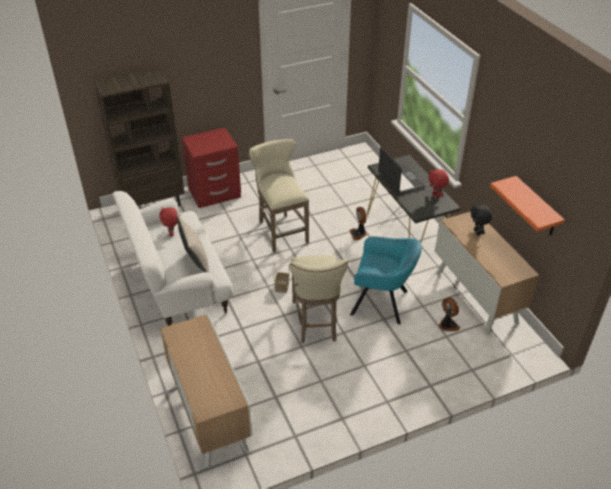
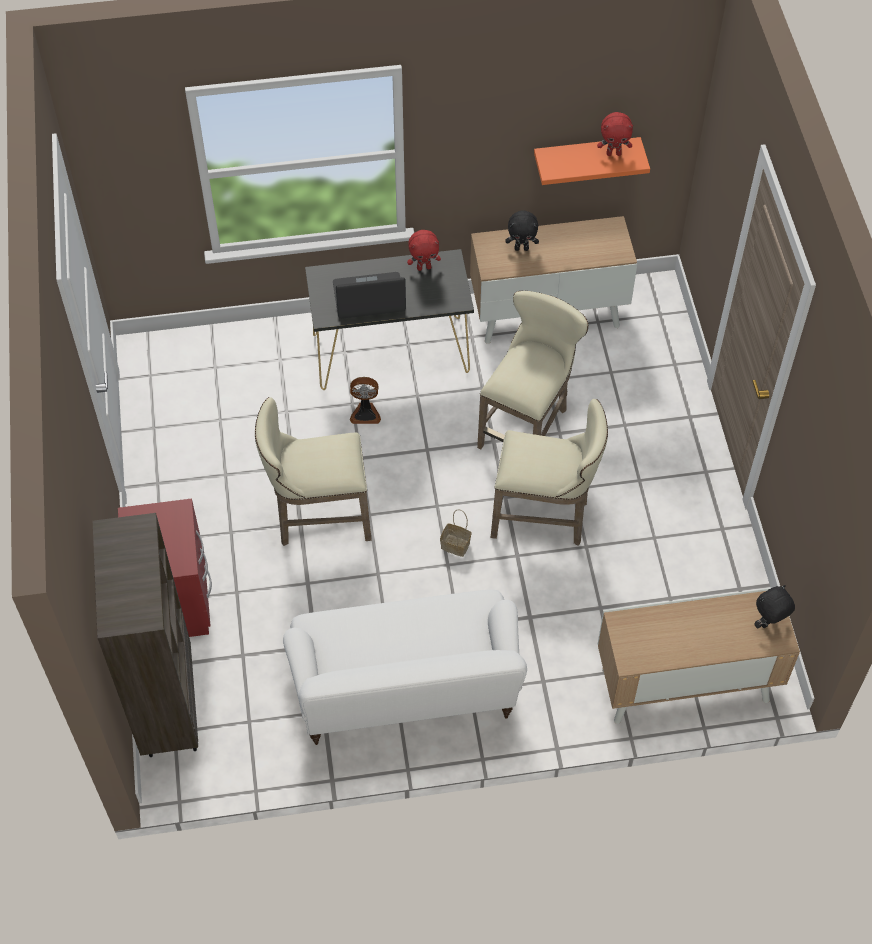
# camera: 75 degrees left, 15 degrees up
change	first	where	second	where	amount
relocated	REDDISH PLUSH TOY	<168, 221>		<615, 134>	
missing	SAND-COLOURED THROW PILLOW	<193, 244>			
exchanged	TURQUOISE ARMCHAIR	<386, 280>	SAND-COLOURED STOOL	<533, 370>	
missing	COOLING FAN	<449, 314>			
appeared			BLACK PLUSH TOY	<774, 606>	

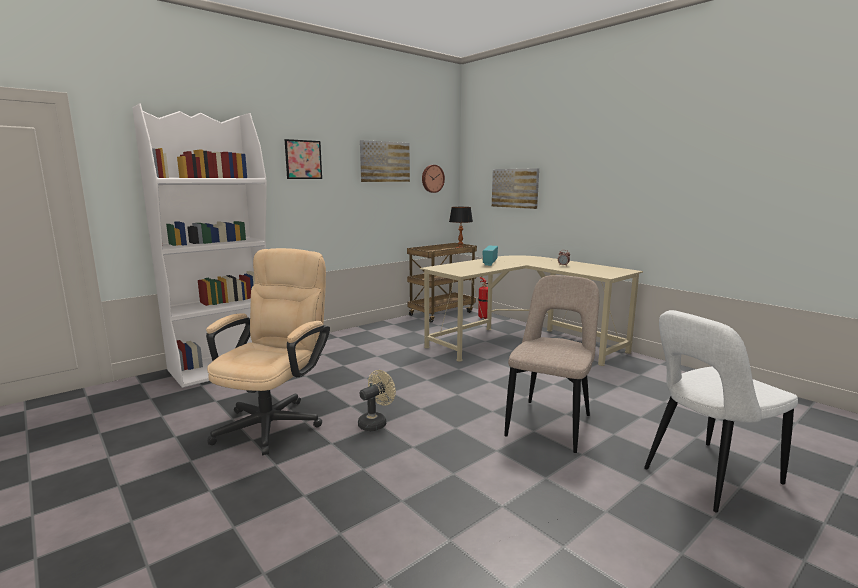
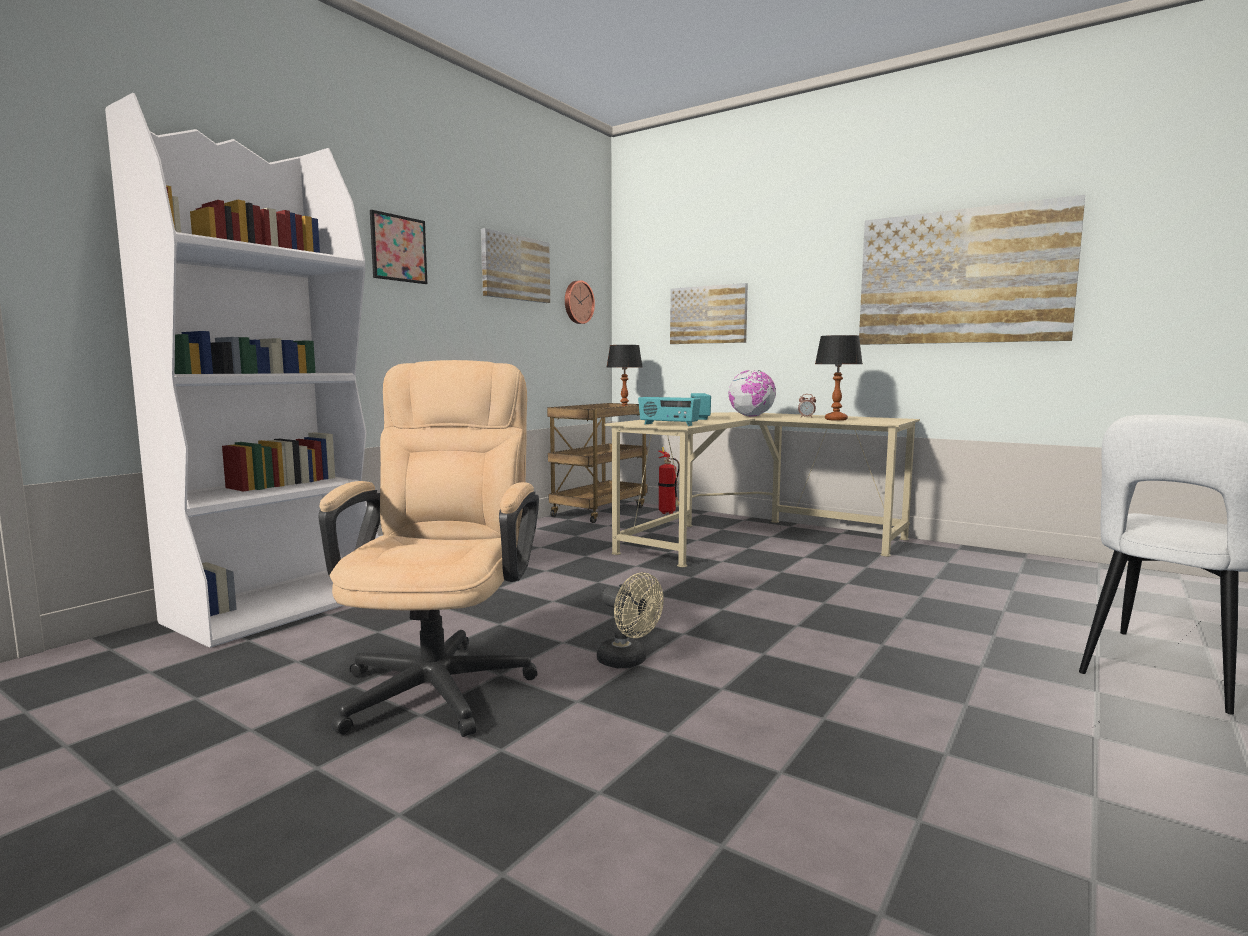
# camera: 15 degrees left, 5 degrees down
change	first	where	second	where	amount
missing	SAND-COLOURED CHAIR	<552, 364>			
spun	SAND-COLOURED COOLING FAN	<377, 400>		<630, 620>	105 degrees clockwise
appeared			PICTURE	<972, 270>	
appeared			LAMP FOR A TABLE	<838, 378>	
appeared			WORLD GLOBE	<752, 393>	
appeared			RADIO SET	<669, 411>	

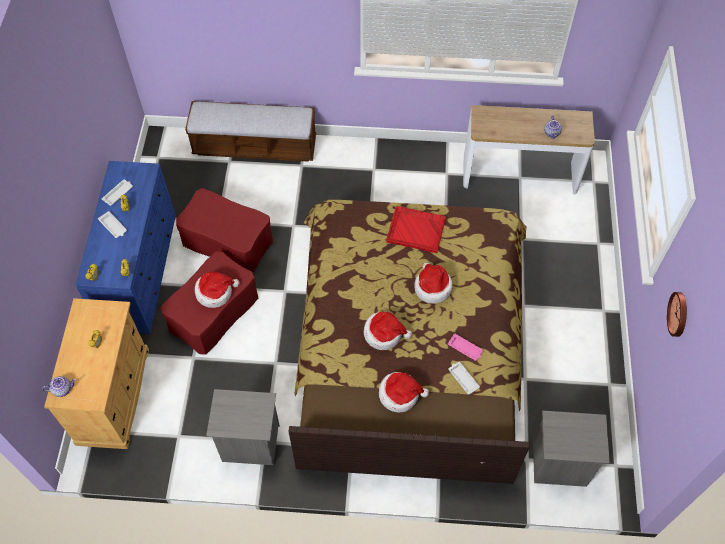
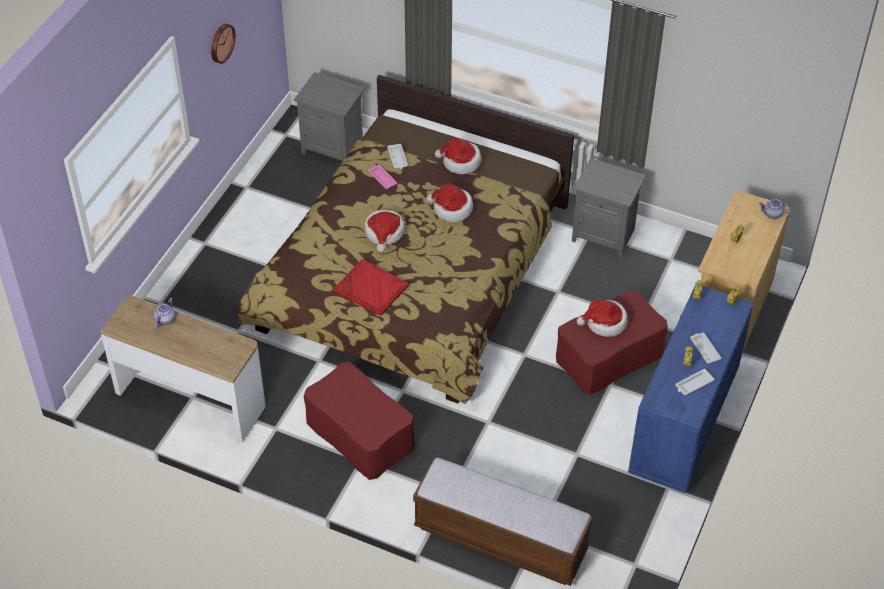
# camera: 160 degrees left, 10 degrees down
change	first	where	second	where	amount
relocated	REDDISH FOOTREST	<224, 230>		<359, 421>	

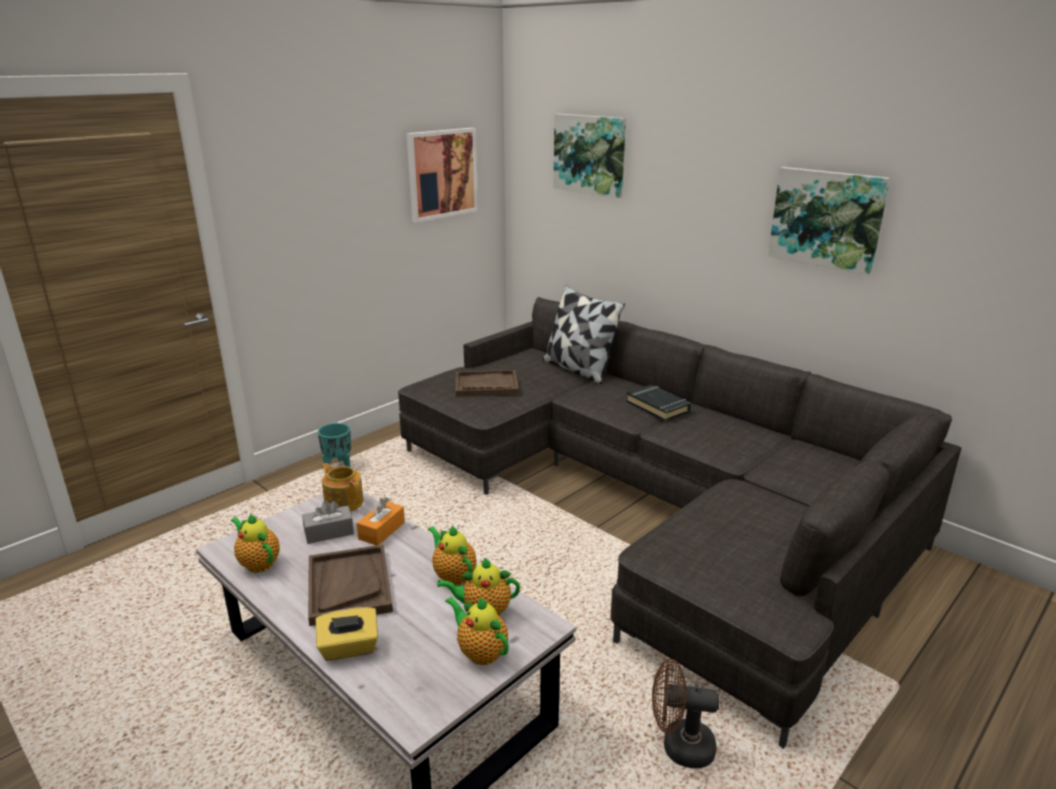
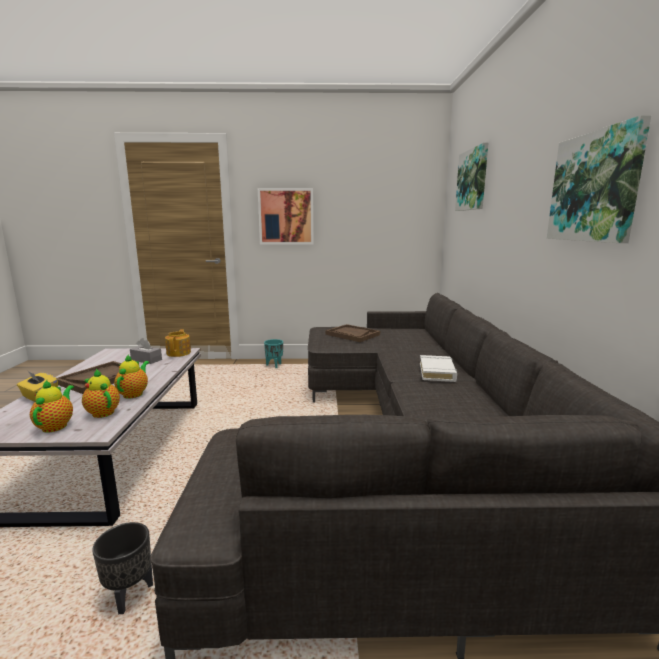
# camera: 45 degrees right, 10 degrees down
change	first	where	second	where	amount
relocated	PICTURE	<442, 175>		<286, 216>	
missing	THROW PILLOW	<584, 334>			
colour	BLACK BOOK	<658, 402>	WHITE BOOK	<438, 368>	
missing	ORANGE-COLOURED BOX OF TISSUES	<381, 521>			
missing	TEAPOT	<255, 543>			
exchanged	BROWN-COLOURED COOLING FAN	<685, 713>	BLACK PLANTER	<122, 568>	

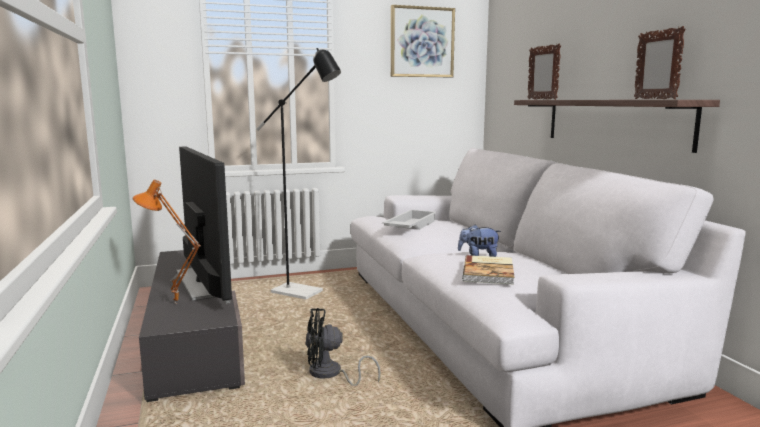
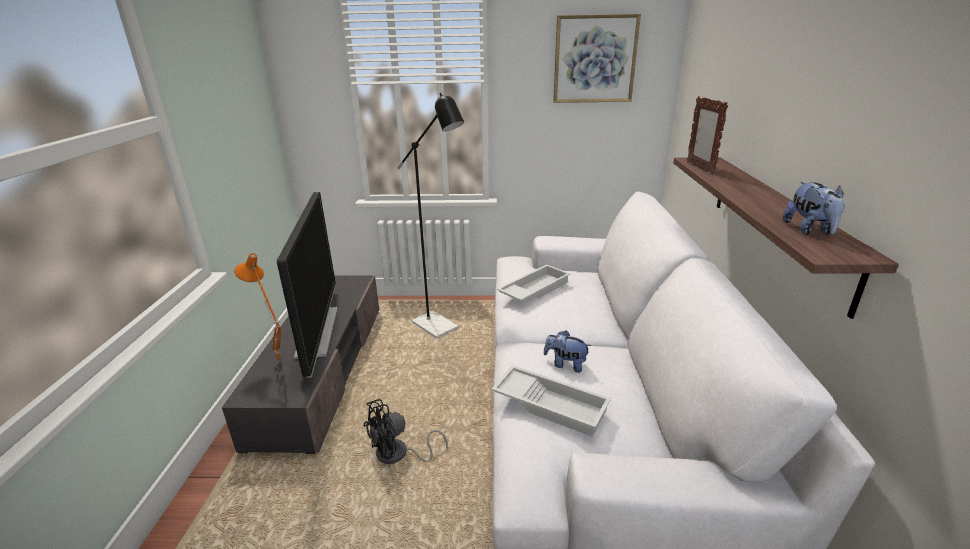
# camera: 20 degrees right, 15 degrees up
change	first	where	second	where	amount
exchanged	STANDING FRAME	<660, 62>	PLUSH TOY	<814, 208>	
exchanged	BOOK	<488, 270>	WHITE CARRYING TRAY	<551, 401>	
spun	BLACK COOLING FAN	<343, 347>		<406, 431>	45 degrees counterclockwise

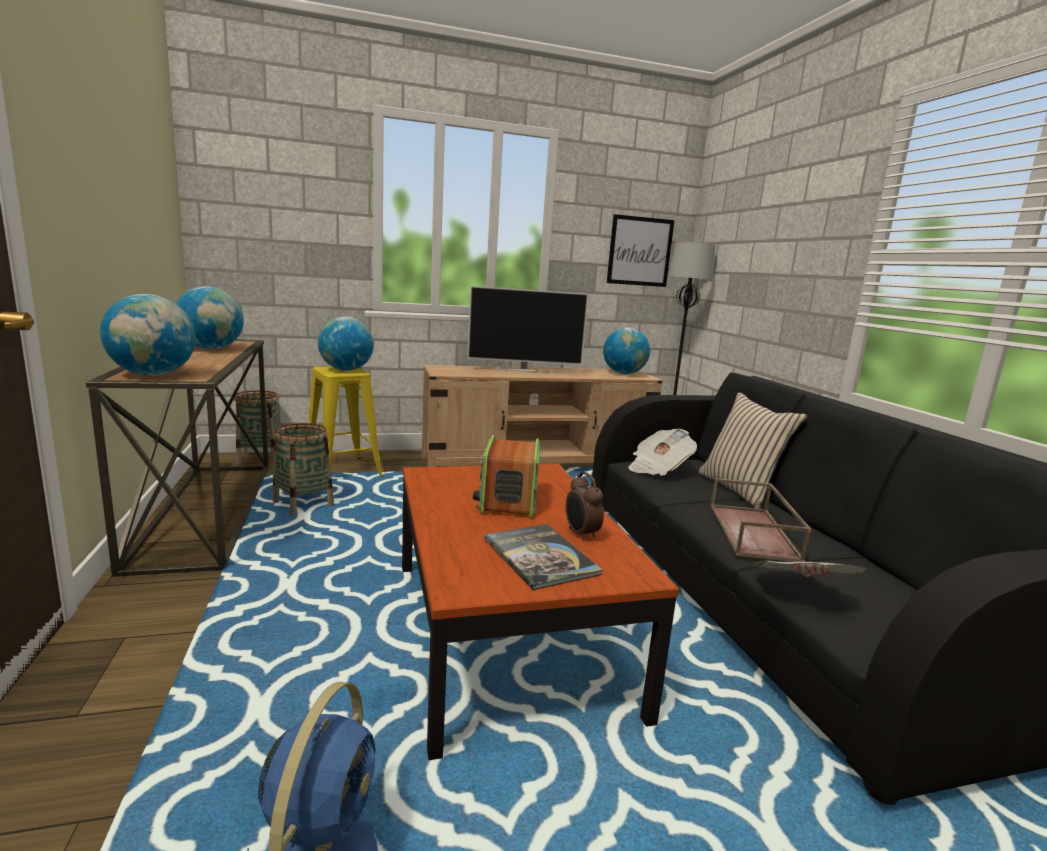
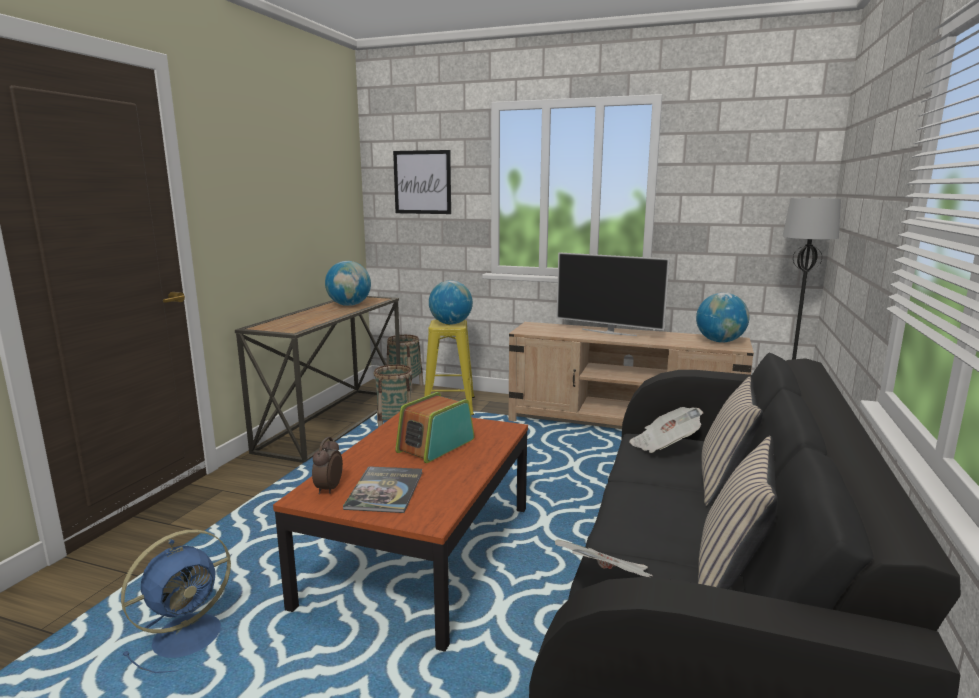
# camera: 35 degrees right, 0 degrees up
change	first	where	second	where	amount
relocated	PICTURE	<640, 250>		<422, 182>	
missing	WORLD GLOBE	<148, 335>			
relocated	BEDSIDE CLOCK	<585, 506>		<327, 465>	
missing	BROWN-COLOURED CARRYING TRAY	<761, 520>			
appeared			SAND-COLOURED THROW PILLOW	<738, 512>	

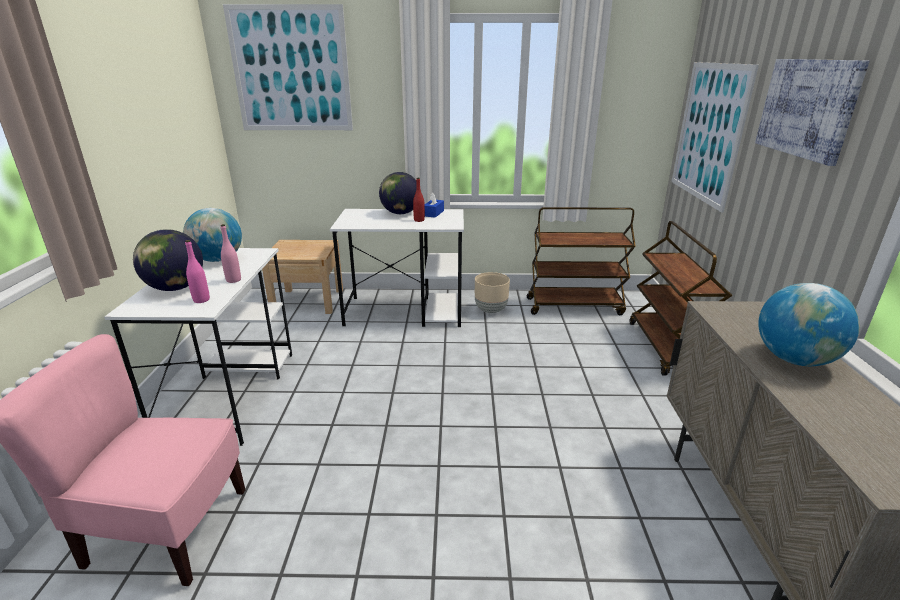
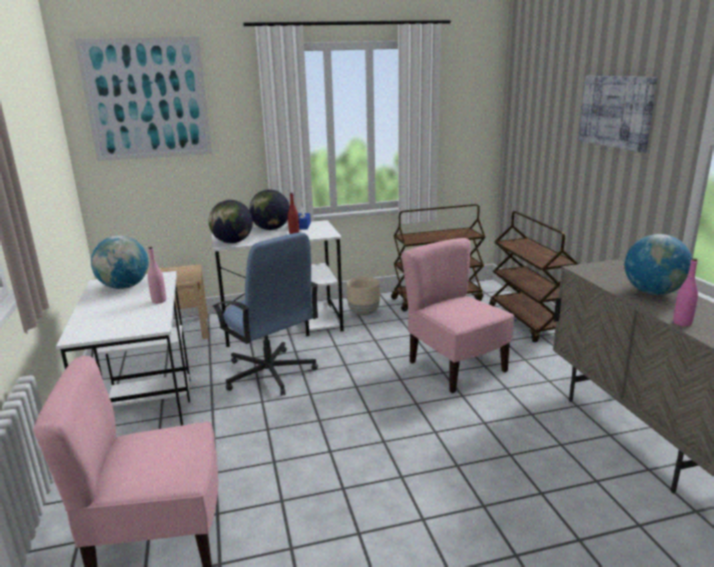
# camera: 15 degrees left, 5 degrees down
change	first	where	second	where	amount
missing	PICTURE	<715, 137>			
relocated	WORLD GLOBE	<168, 260>		<231, 221>	
relocated	PINK-COLOURED BEVERAGE BOTTLE	<197, 271>		<685, 292>	
appeared			BLUE-COLOURED COMPUTER CHAIR	<265, 313>	
appeared			PINK-COLOURED CHAIR	<458, 315>	

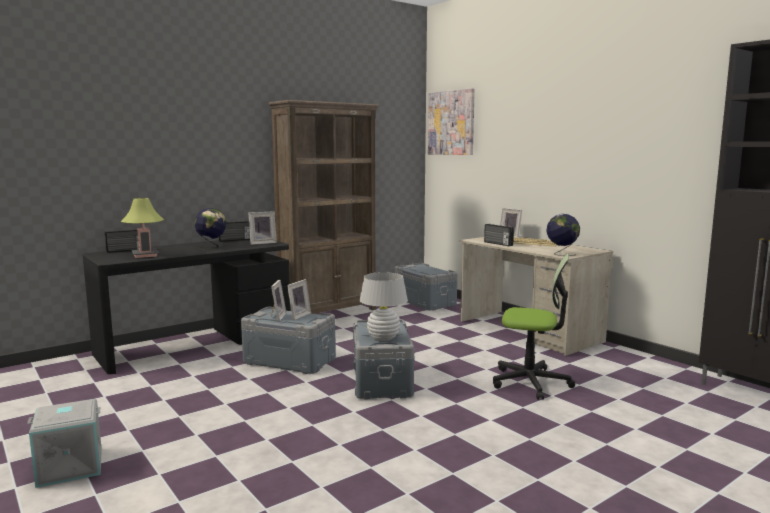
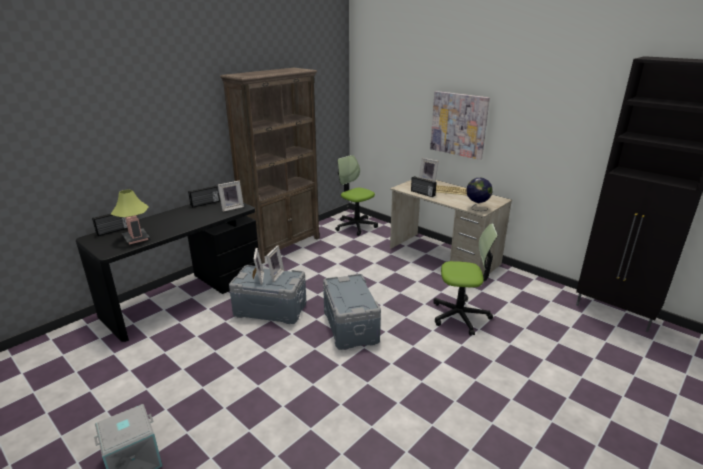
# camera: 10 degrees left, 15 degrees up
change	first	where	second	where	amount
relocated	PICTURE	<451, 121>		<460, 125>	
missing	WORLD GLOBE	<210, 228>			
exchanged	GREY STORAGE BOX	<426, 287>	COMPUTER CHAIR	<356, 195>	
missing	WHITE LAMP FOR A TABLE	<383, 306>			

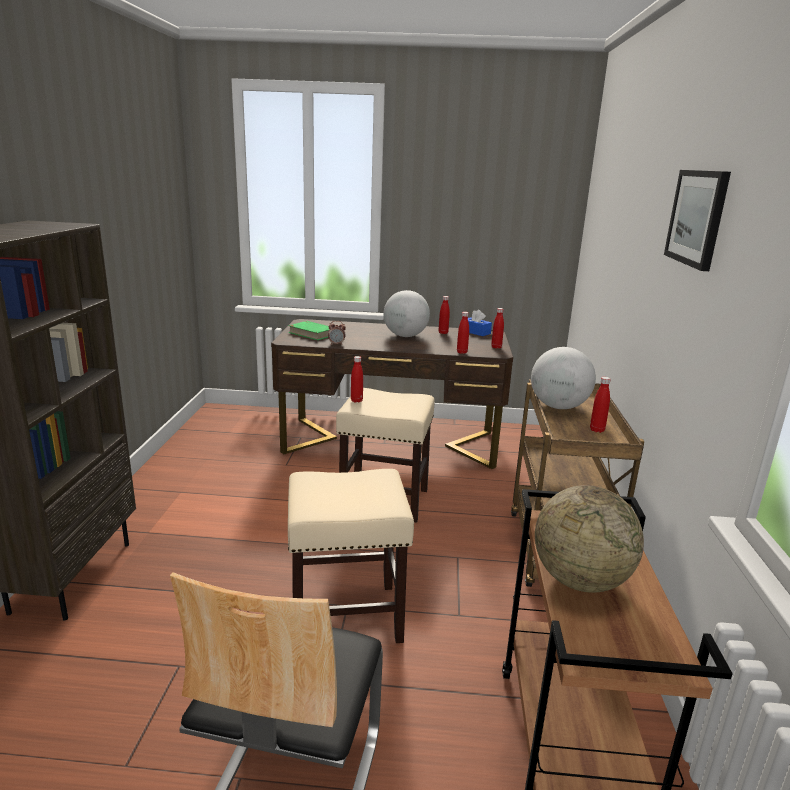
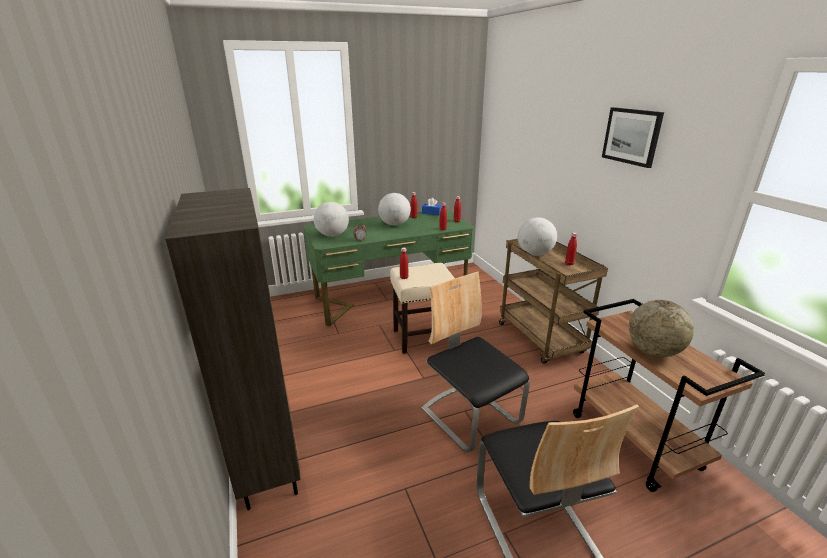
# camera: 25 degrees left, 5 degrees up
change	first	where	second	where	amount
colour	BROWN-COLOURED DESK TABLE	<392, 394>	GREEN DESK TABLE	<389, 267>	
exchanged	GREEN BOOK	<309, 330>	WORLD GLOBE	<331, 219>	
exchanged	SAND-COLOURED STOOL	<351, 556>	CHAIR	<476, 362>	

